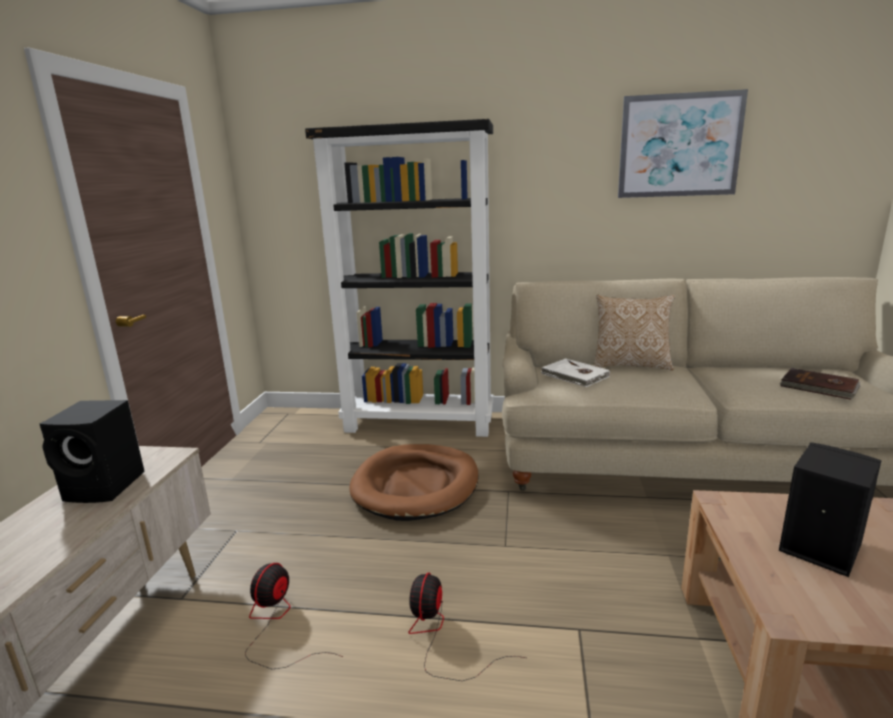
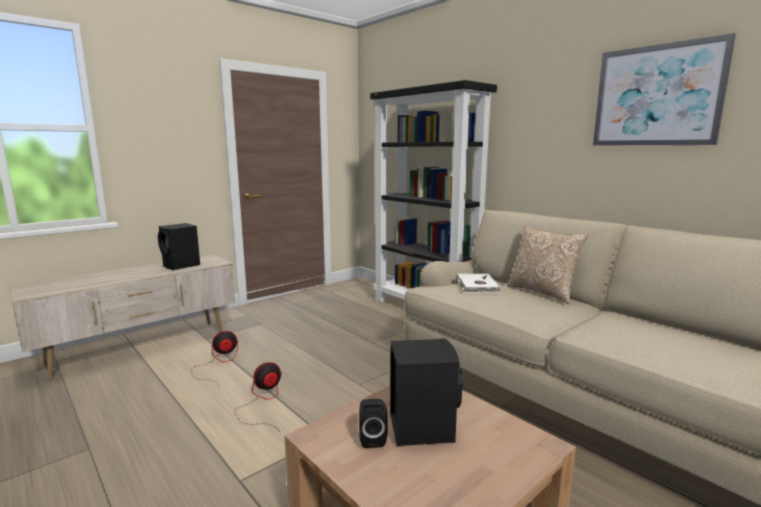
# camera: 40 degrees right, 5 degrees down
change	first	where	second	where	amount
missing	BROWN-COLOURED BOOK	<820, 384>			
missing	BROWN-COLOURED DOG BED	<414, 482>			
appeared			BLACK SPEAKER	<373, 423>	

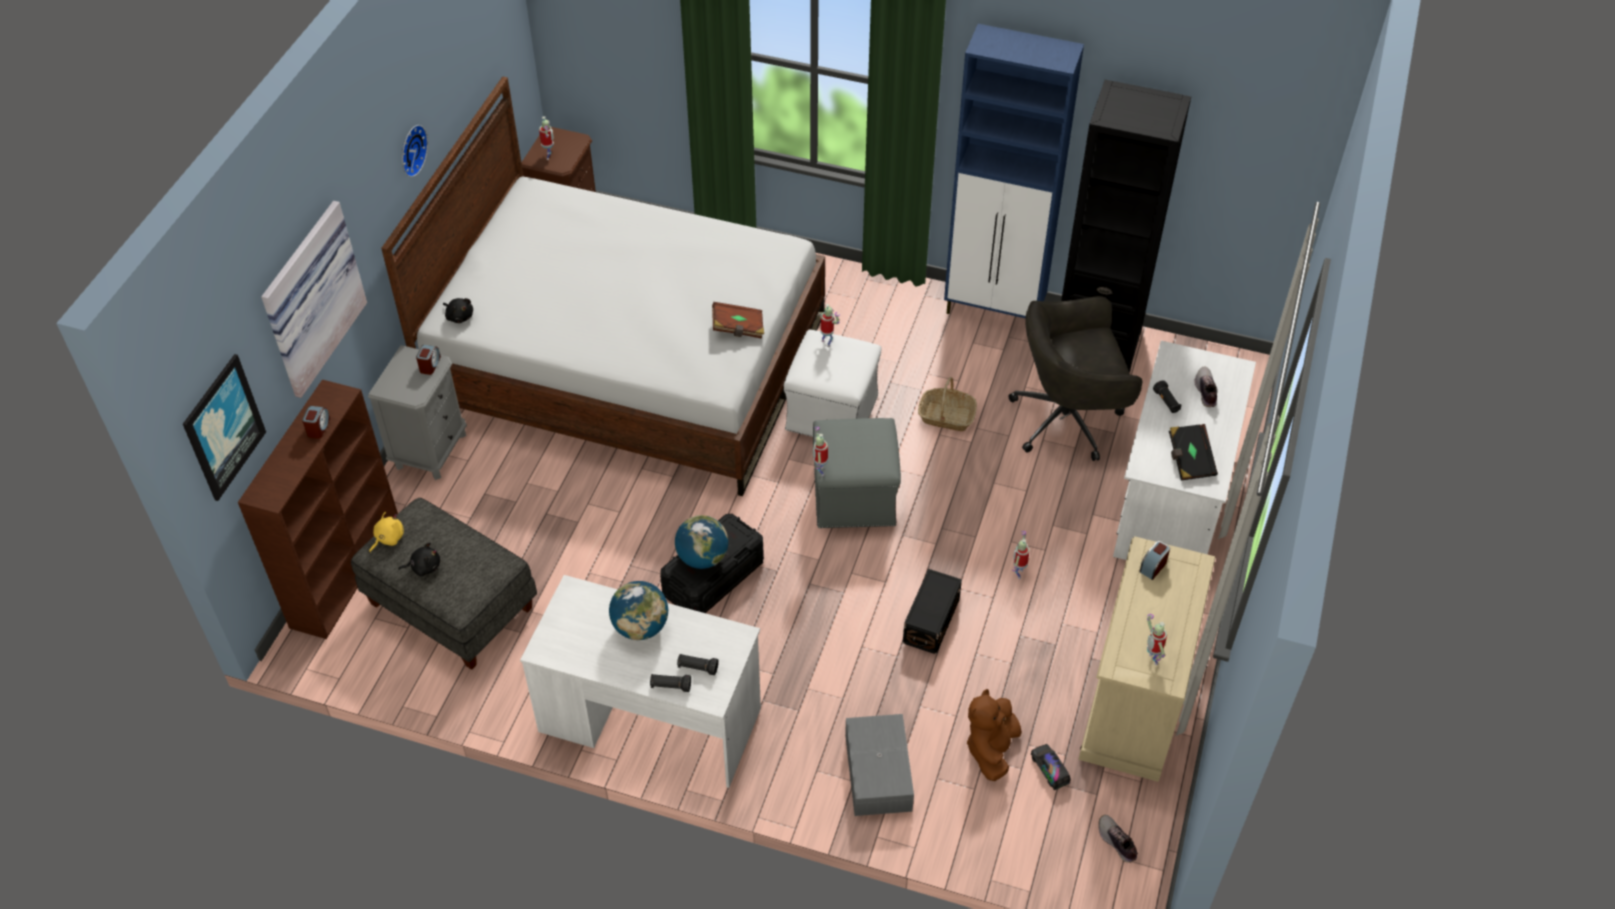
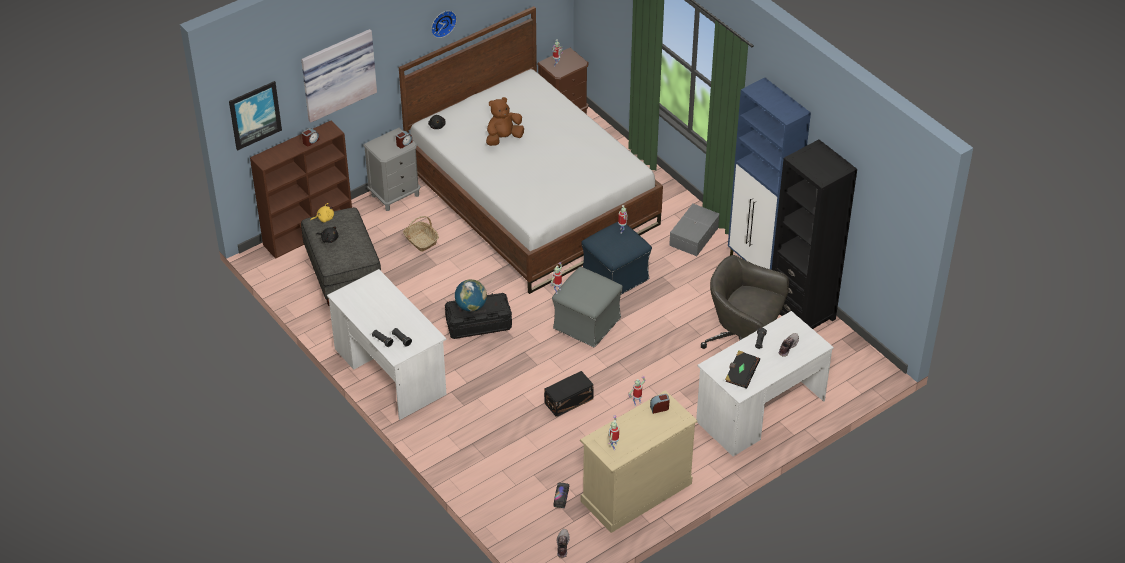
# camera: 35 degrees right, 5 degrees down
change	first	where	second	where	amount
missing	BROWN-COLOURED BOOK	<738, 320>			
colour	WHITE FOOTREST	<833, 383>	BLUE-COLOURED FOOTREST	<616, 258>	
relocated	HOUSEHOLD BASKET	<947, 404>		<421, 234>	
missing	WORLD GLOBE	<638, 610>			
relocated	BROWN-COLOURED PLUSH TOY	<994, 735>		<505, 121>	
relocated	GREY STORAGE BOX	<879, 765>		<694, 230>	

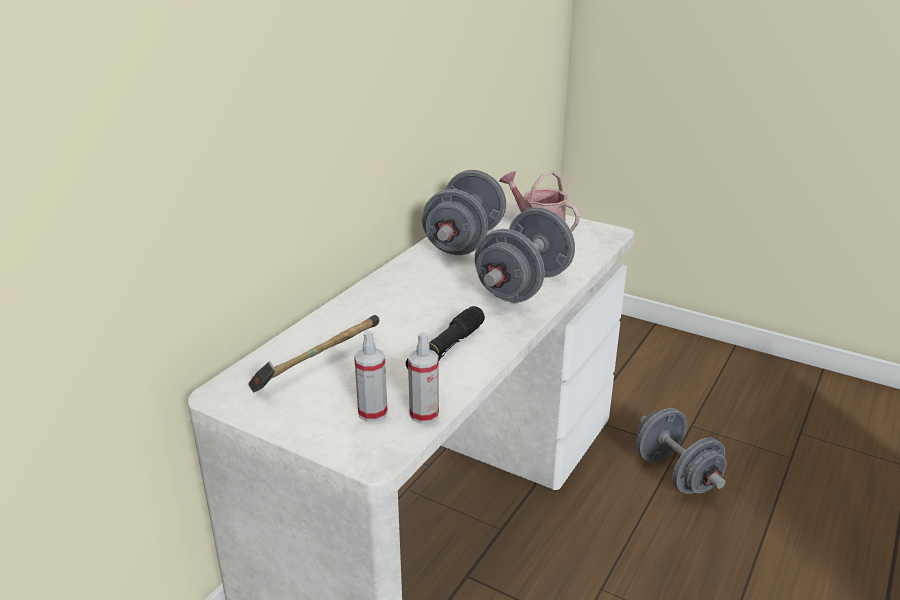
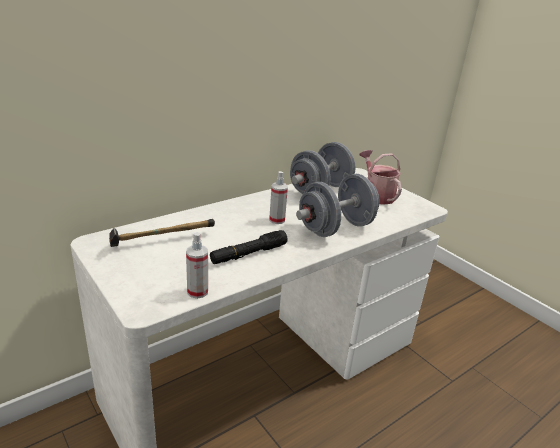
# camera: 20 degrees right, 0 degrees up
change	first	where	second	where	amount
relocated	SPRAY BOTTLE	<371, 376>		<278, 197>	
missing	GREY FREE WEIGHT	<681, 451>			

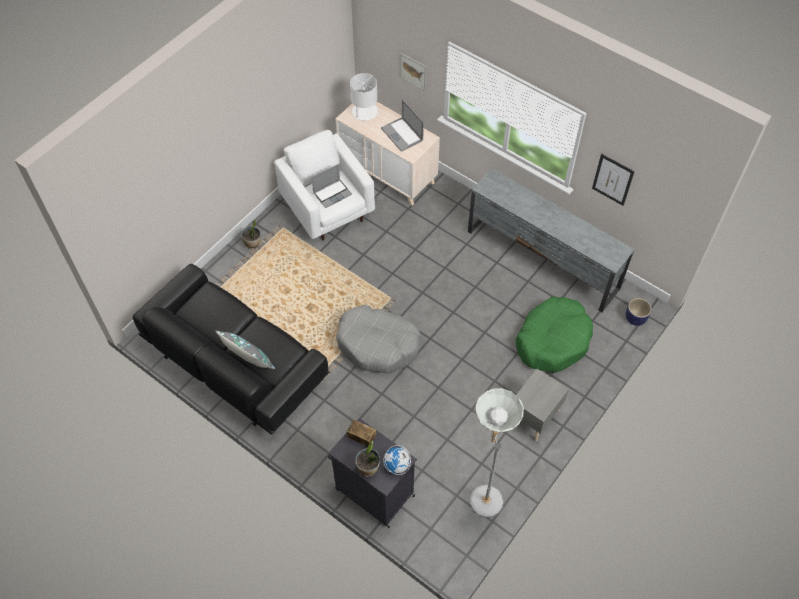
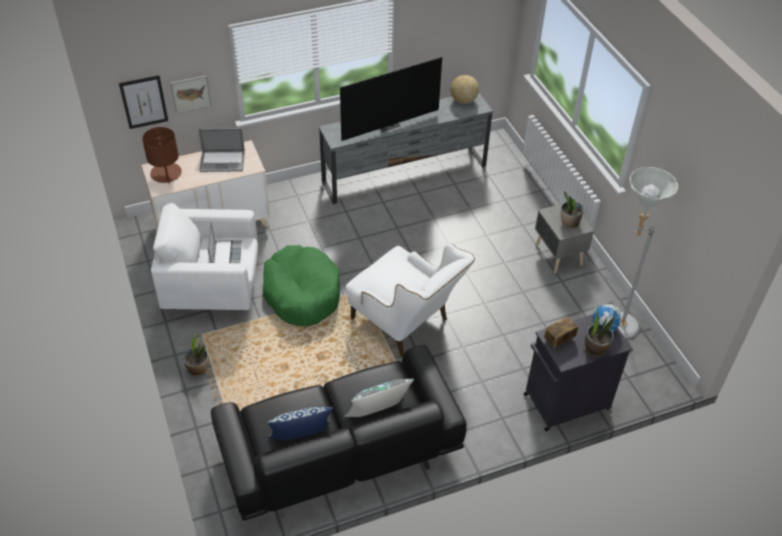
# camera: 60 degrees left, 10 degrees down
change	first	where	second	where	amount
colour	WHITE LAMP FOR A TABLE	<364, 97>	BROWN-COLOURED LAMP FOR A TABLE	<162, 155>	
relocated	PICTURE	<613, 180>		<143, 102>	
relocated	GREEN DOG BED	<554, 334>		<301, 285>	
missing	PLANTER	<639, 312>			
exchanged	GREY DOG BED	<378, 339>	WHITE ARMCHAIR	<410, 300>	
appeared			TV SET	<391, 99>	
appeared			WORLD GLOBE	<465, 89>	
appeared			HOUSEPLANT	<572, 209>	
appeared			THROW PILLOW	<300, 423>	

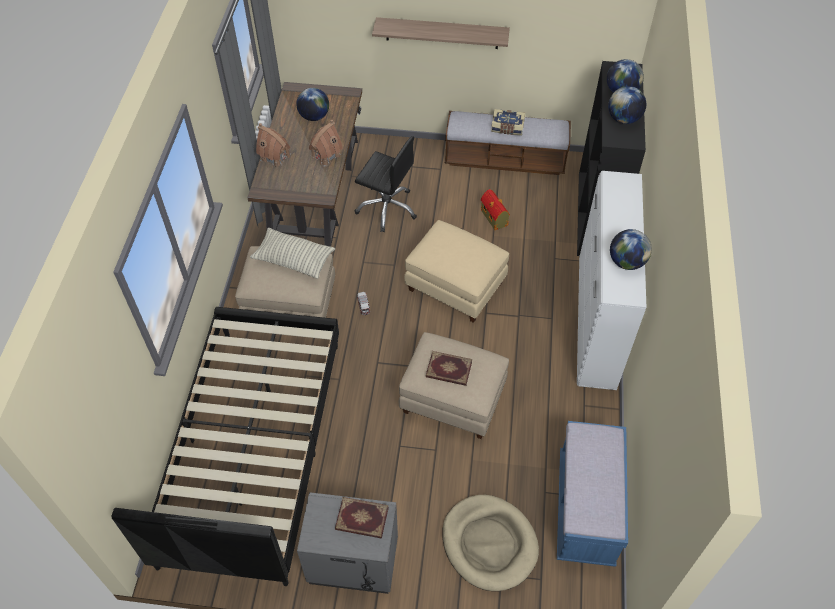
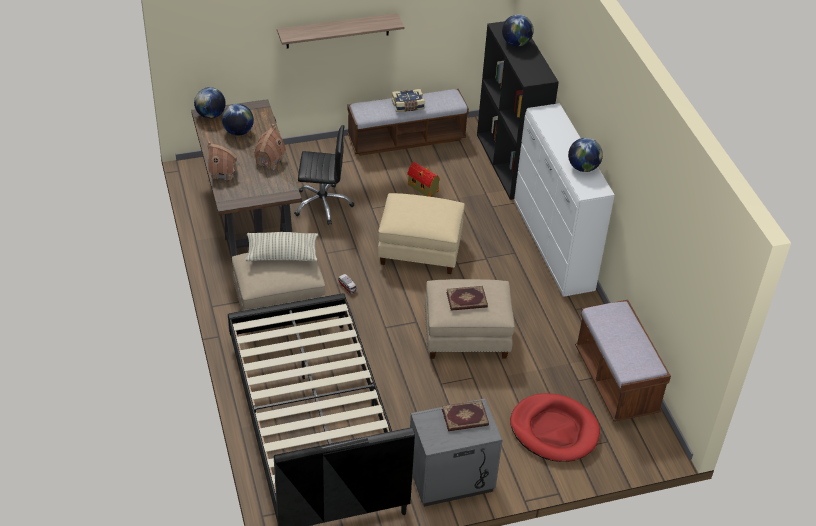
# camera: 25 degrees left, 10 degrees down
change	first	where	second	where	amount
relocated	WORLD GLOBE	<627, 105>		<210, 103>	
colour	BLUE-COLOURED LONG SEAT	<592, 494>	BROWN-COLOURED LONG SEAT	<623, 361>	
colour	SAND-COLOURED DOG BED	<490, 543>	REDDISH DOG BED	<555, 427>	

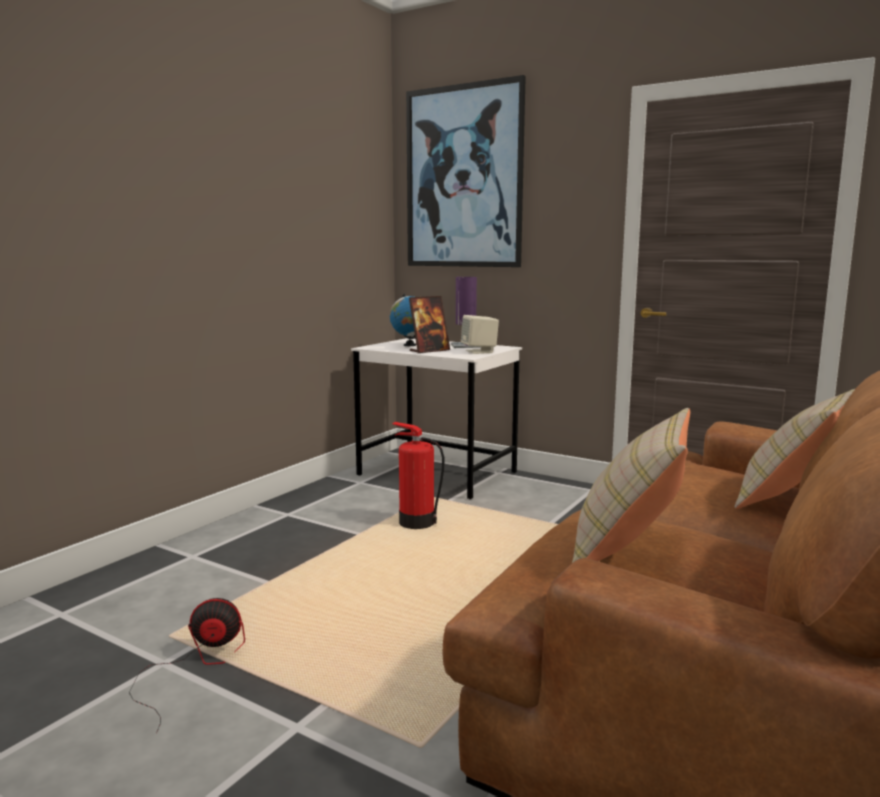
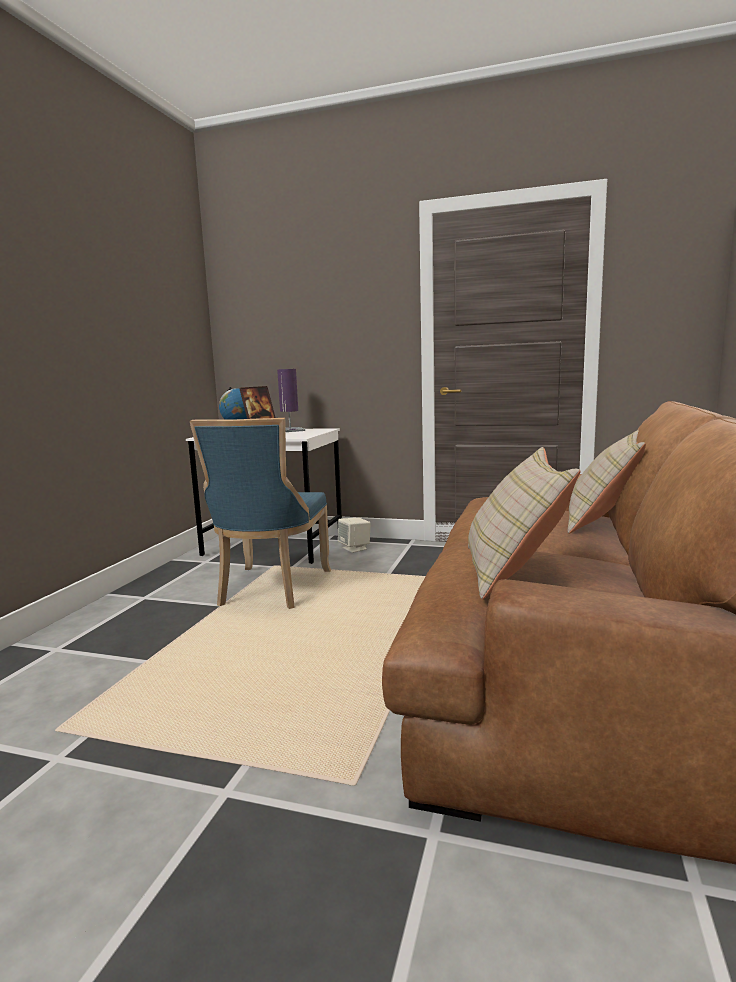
# camera: 15 degrees left, 0 degrees up
change	first	where	second	where	amount
missing	PICTURE	<466, 171>			
relocated	SAND-COLOURED SPEAKER	<480, 334>		<354, 535>	
exchanged	FIRE EXTINGUISHER	<418, 475>	BLUE-COLOURED CHAIR	<260, 513>	
missing	COOLING FAN	<187, 665>			

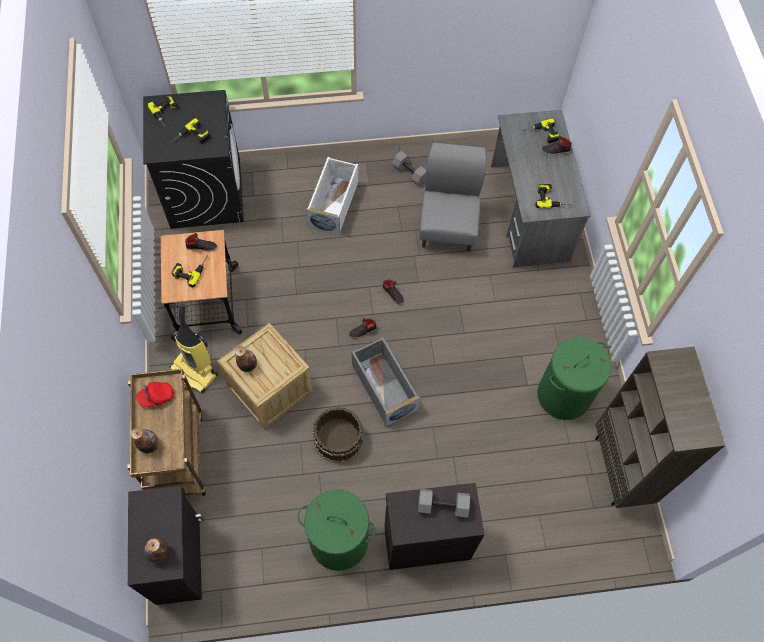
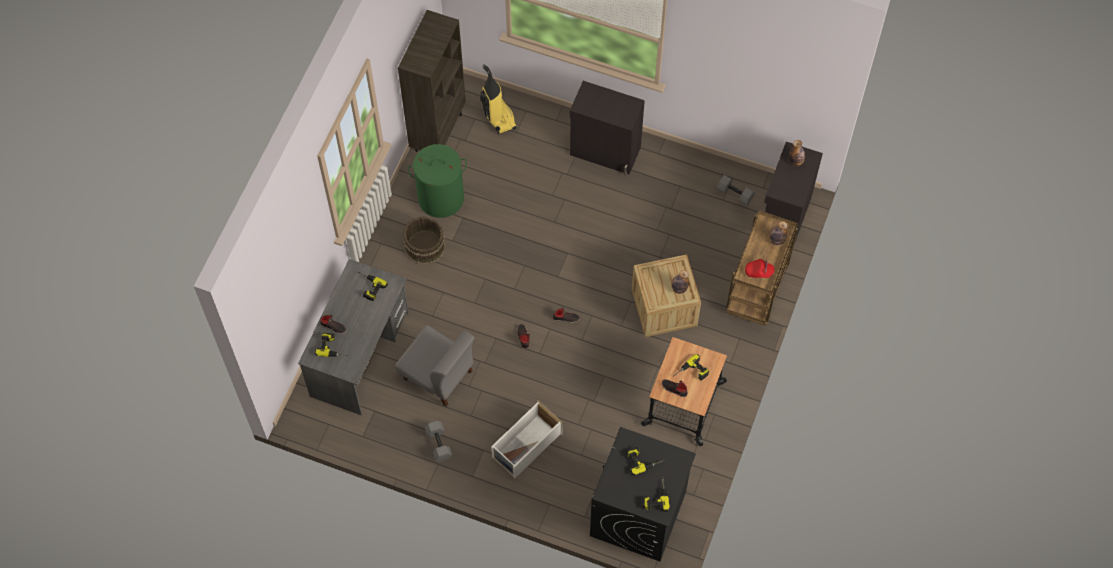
# camera: 150 degrees left, 0 degrees up
change	first	where	second	where	amount
spun	GREY CHAIR	<453, 197>		<435, 366>	90 degrees counterclockwise
relocated	VACUUM	<194, 348>		<498, 99>	
missing	GREY STORAGE BOX	<386, 382>			
relocated	BROWN-COLOURED PAIL	<338, 435>		<424, 240>	
missing	GREEN HAMPER	<337, 530>			
relocated	GREY FREE WEIGHT	<444, 503>		<736, 190>	

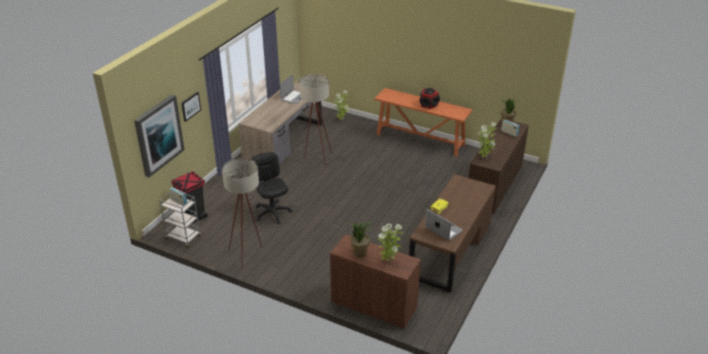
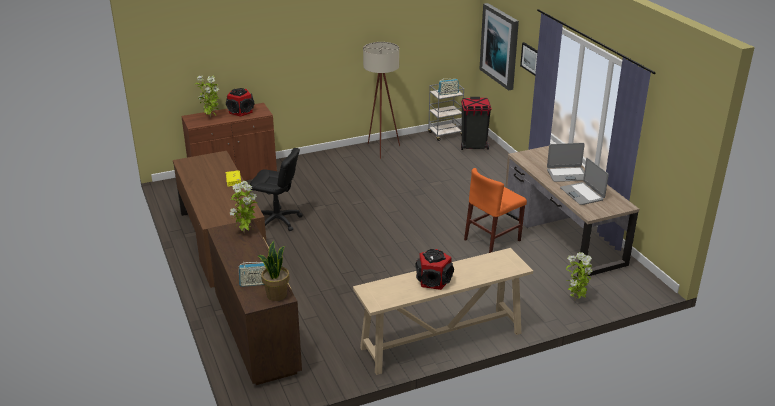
# camera: 130 degrees right, 5 degrees down
change	first	where	second	where	amount
exchanged	SAND-COLOURED FLOOR LAMP	<315, 121>	ORANGE-COLOURED CHAIR	<495, 210>	
colour	ORANGE-COLOURED CONSOLE TABLE	<423, 122>	SAND-COLOURED CONSOLE TABLE	<443, 311>	
relocated	BLACK COMPUTER CHAIR	<271, 188>		<276, 189>	
relocated	PORTABLE COMPUTER	<444, 225>		<566, 162>	
exchanged	HOUSEPLANT	<361, 240>	SPEAKER	<240, 102>	

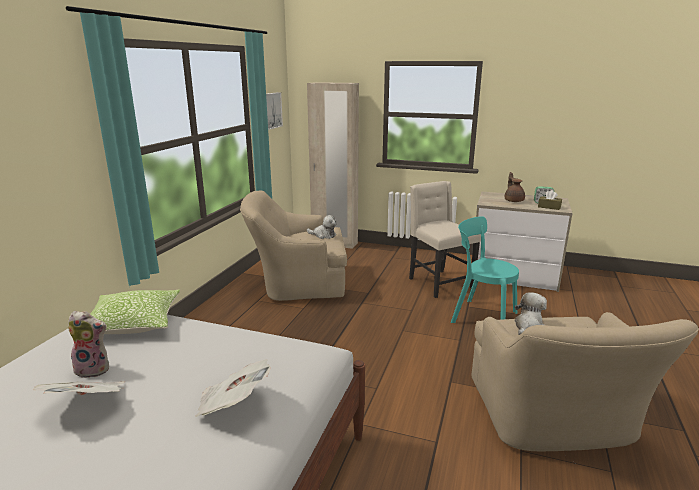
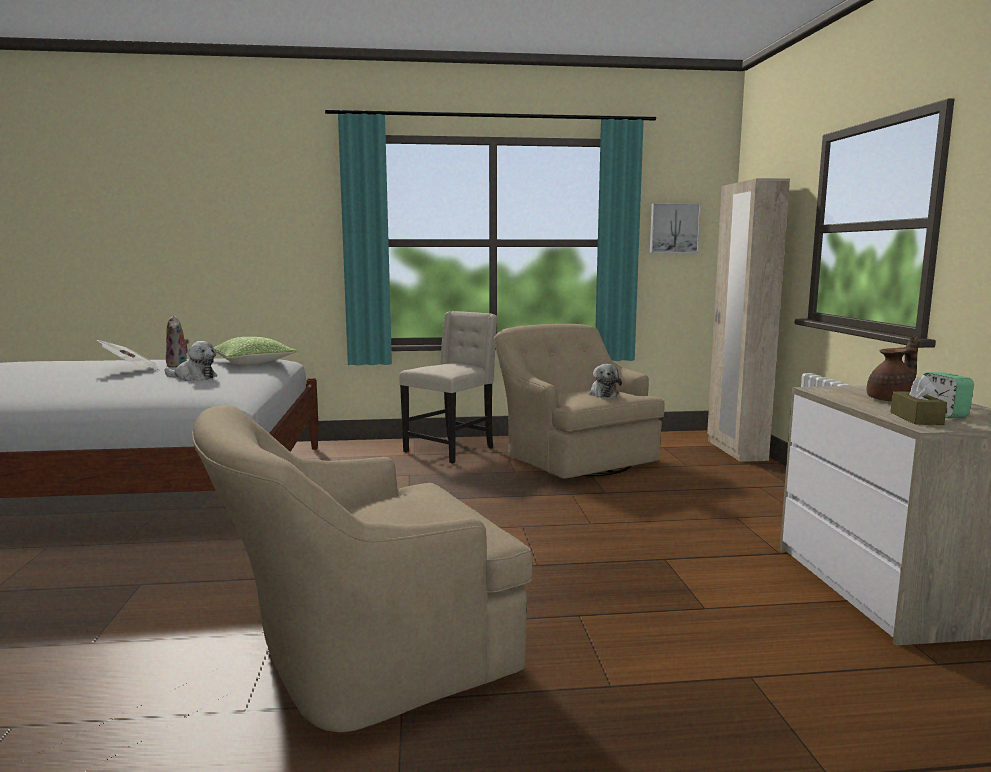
# camera: 65 degrees right, 10 degrees down
change	first	where	second	where	amount
relocated	SAND-COLOURED CHAIR	<445, 239>		<448, 387>	
missing	TURQUOISE CHAIR	<485, 269>			
relocated	PLUSH TOY	<531, 314>		<190, 361>	
missing	NEWSPAPER	<233, 388>			

